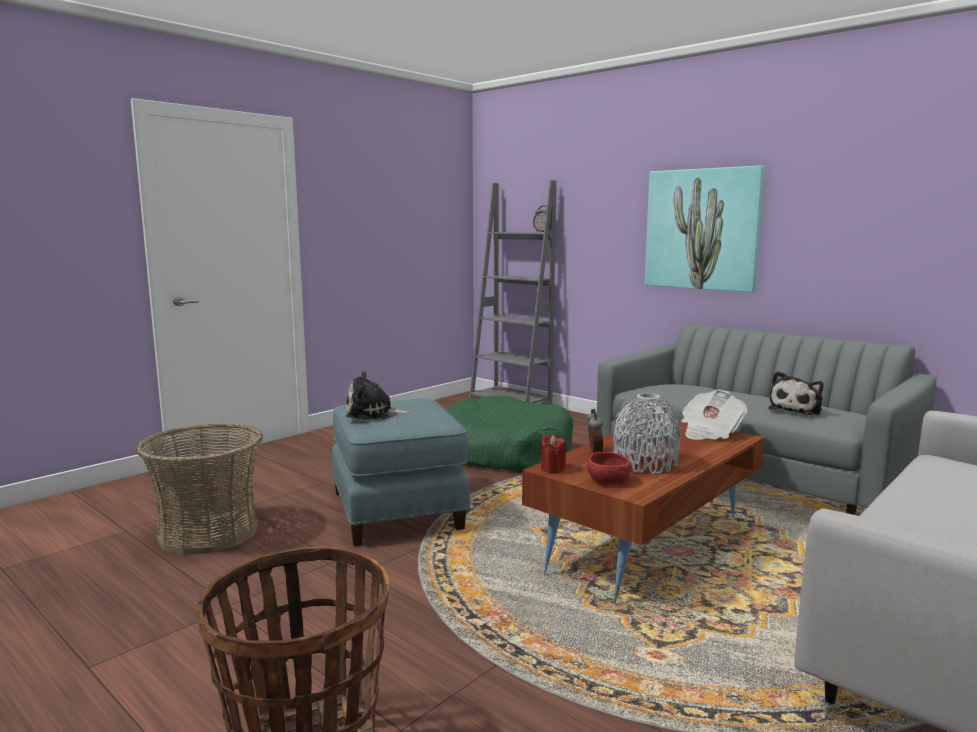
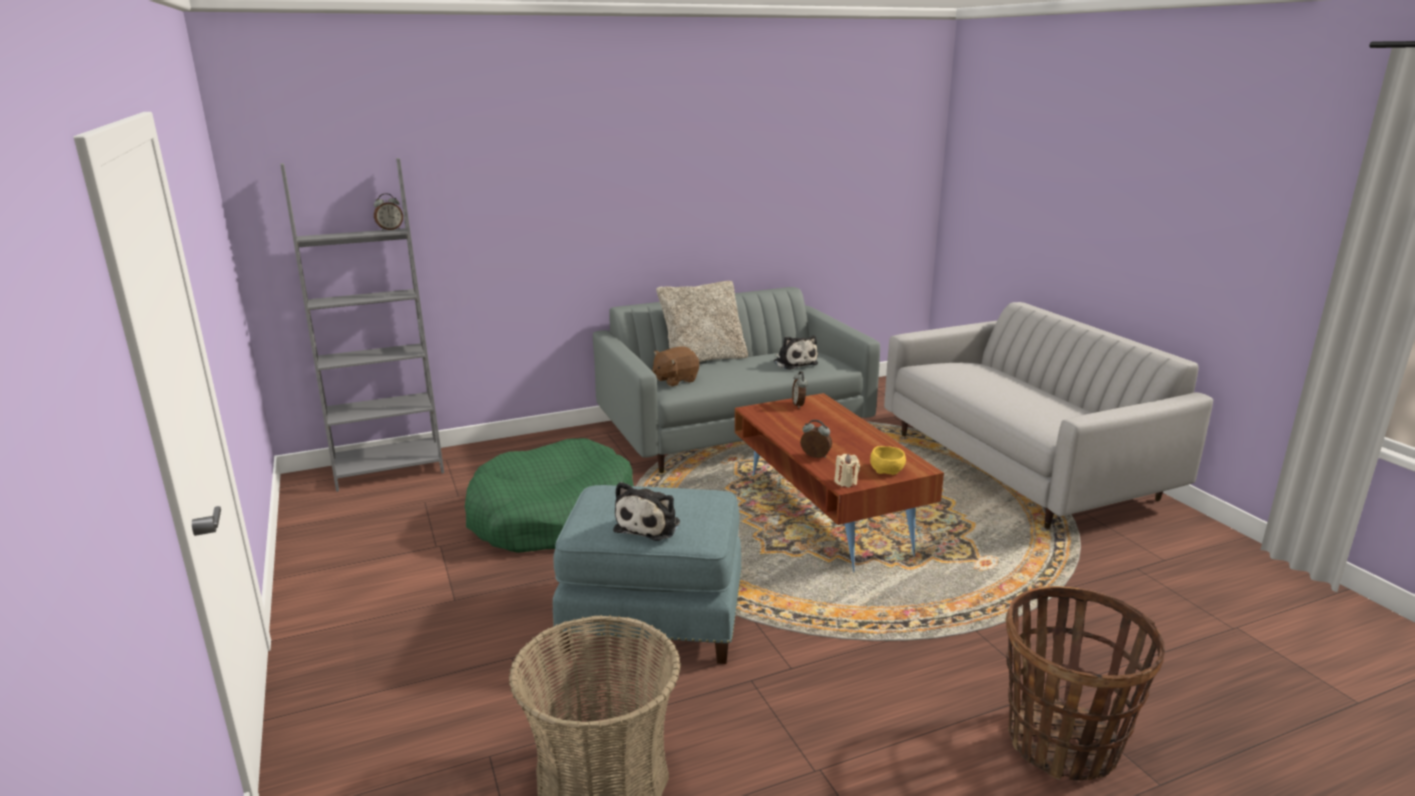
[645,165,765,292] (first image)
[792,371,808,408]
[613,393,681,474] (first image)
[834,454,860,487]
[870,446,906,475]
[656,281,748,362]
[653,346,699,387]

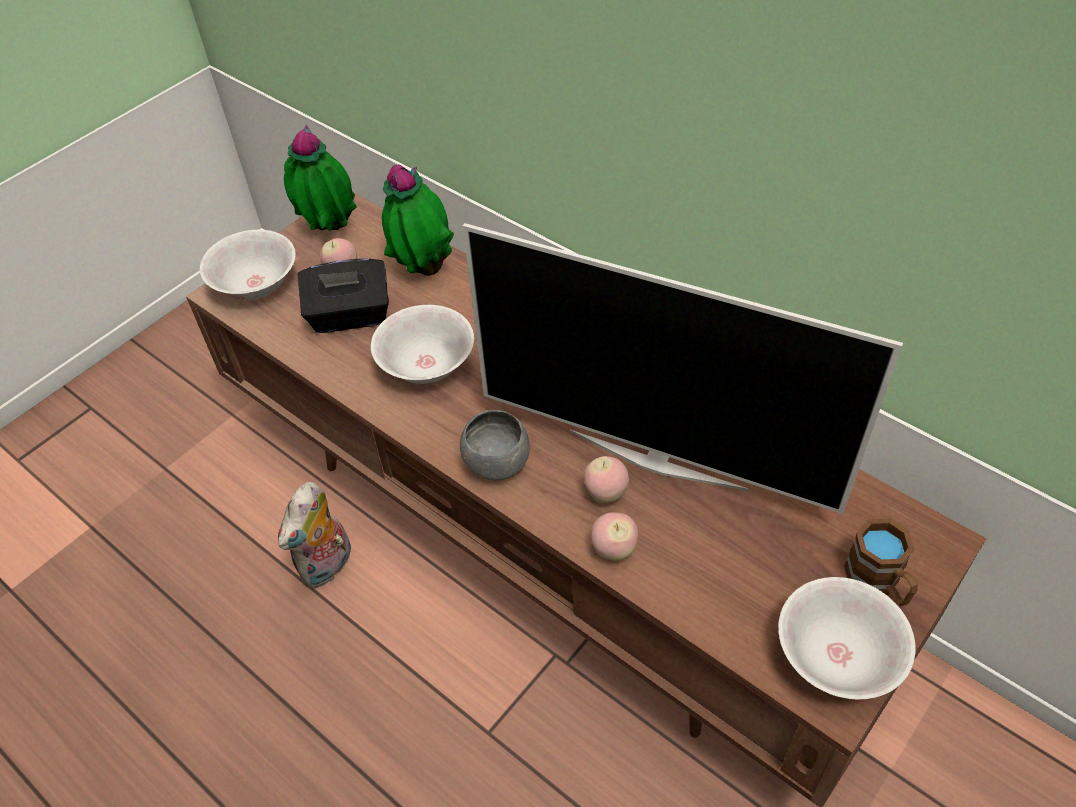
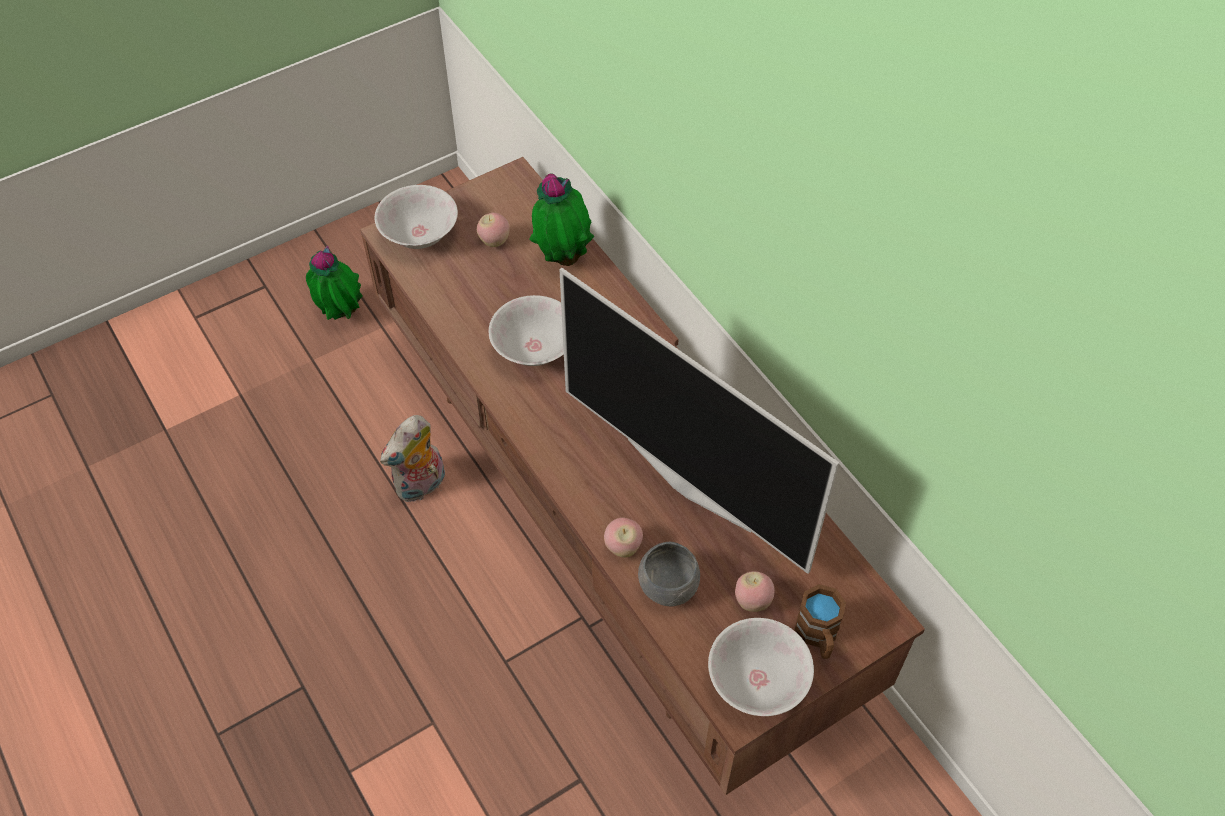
[306,245,362,320]
[297,259,389,333] (first image)
[638,542,700,606]
[735,571,775,612]

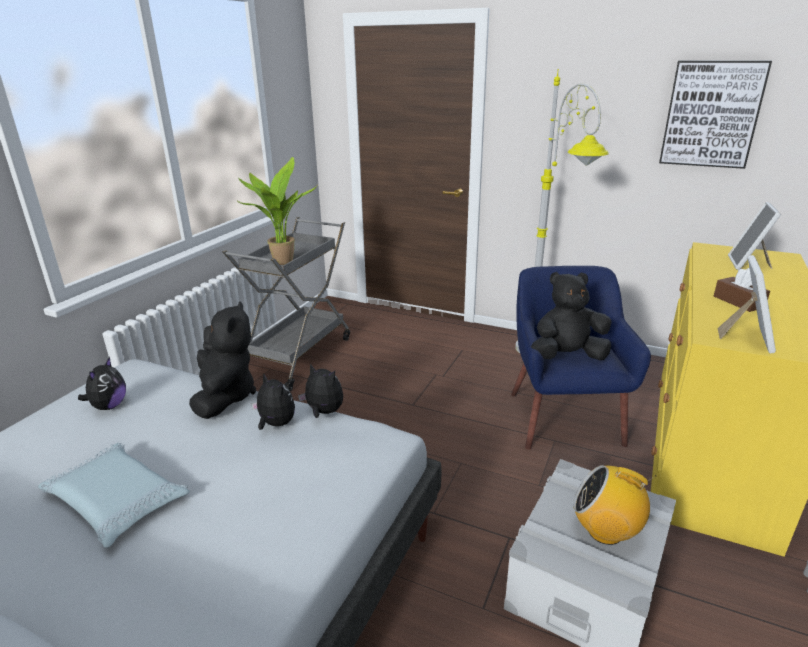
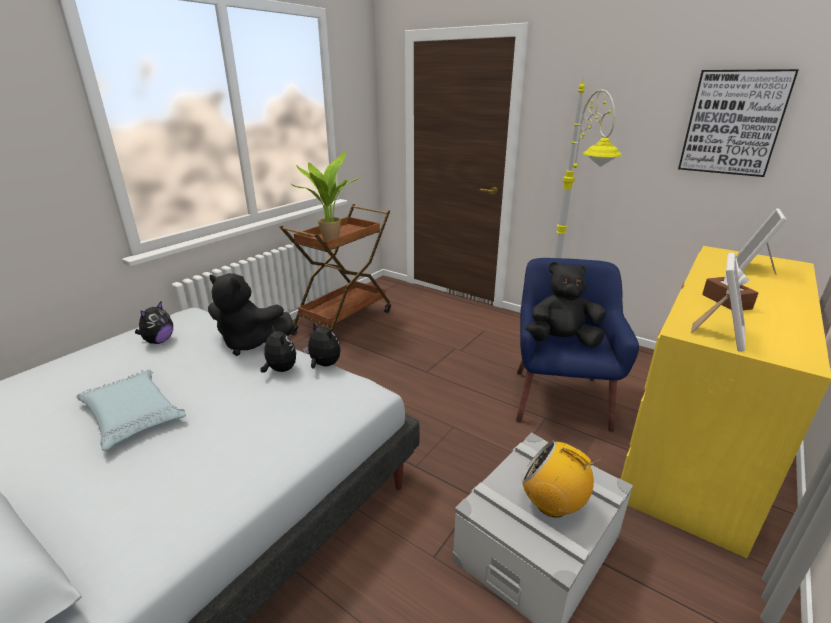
[279,204,391,335]
[208,273,294,356]

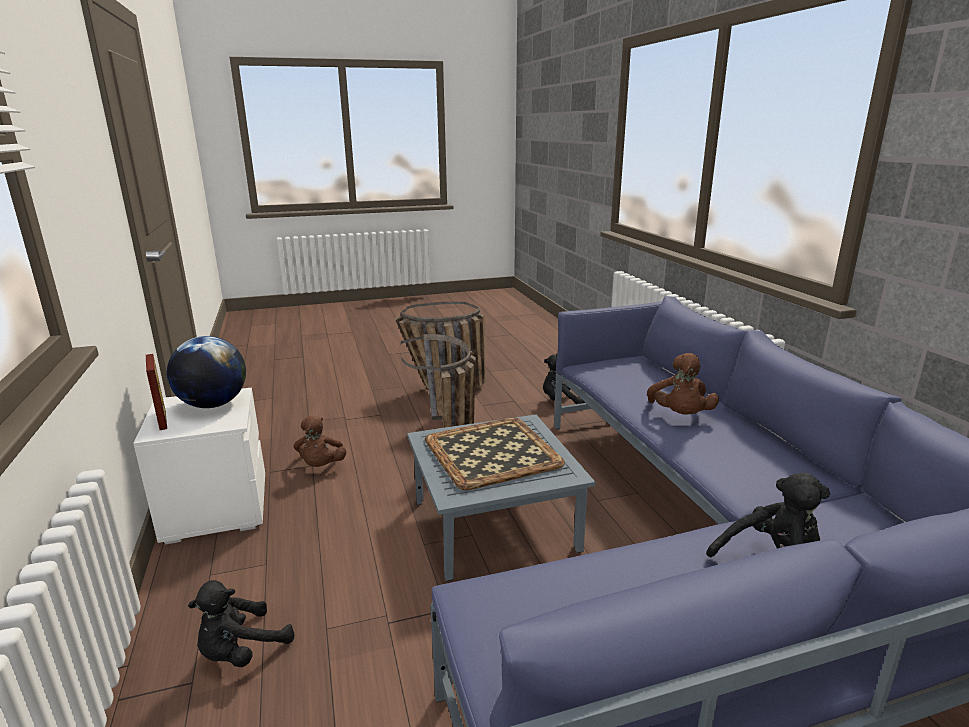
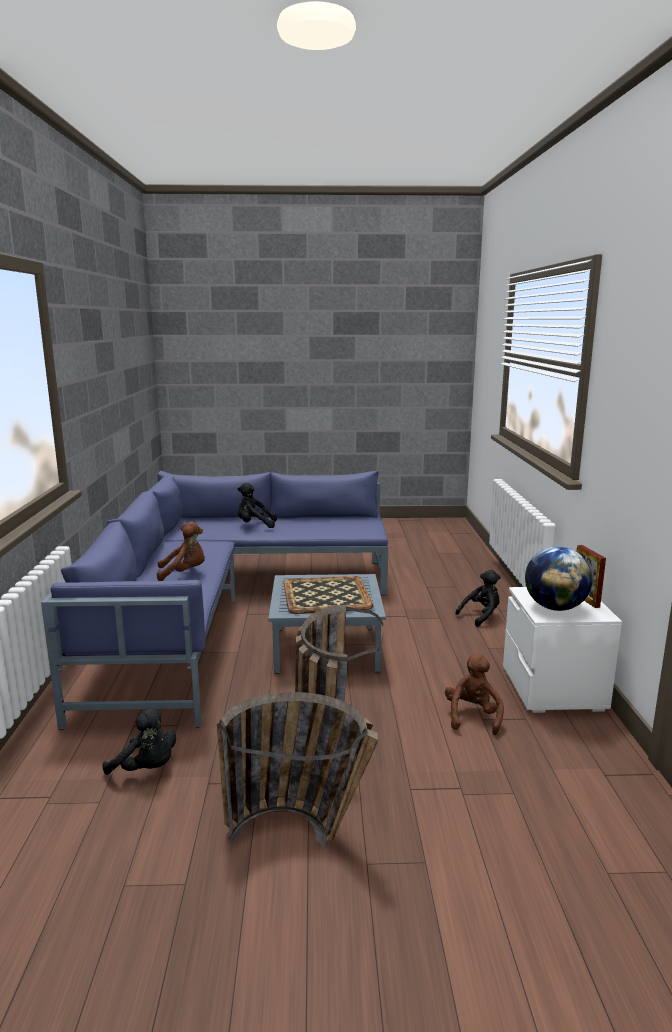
[157,521,205,581]

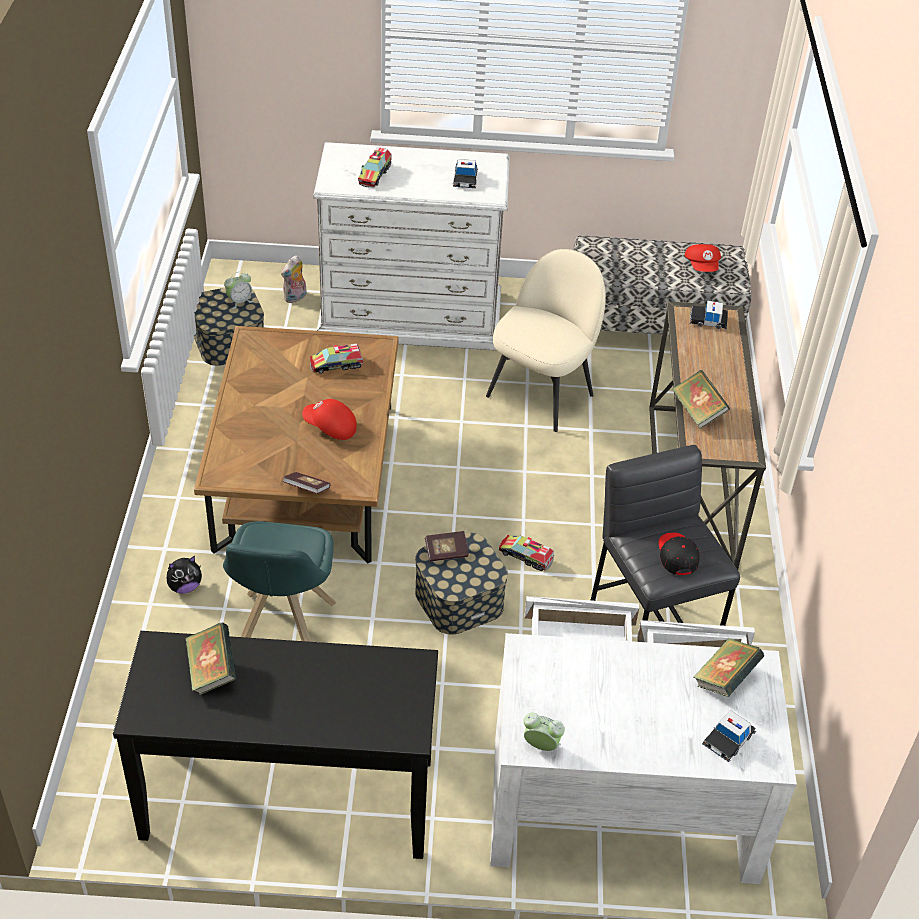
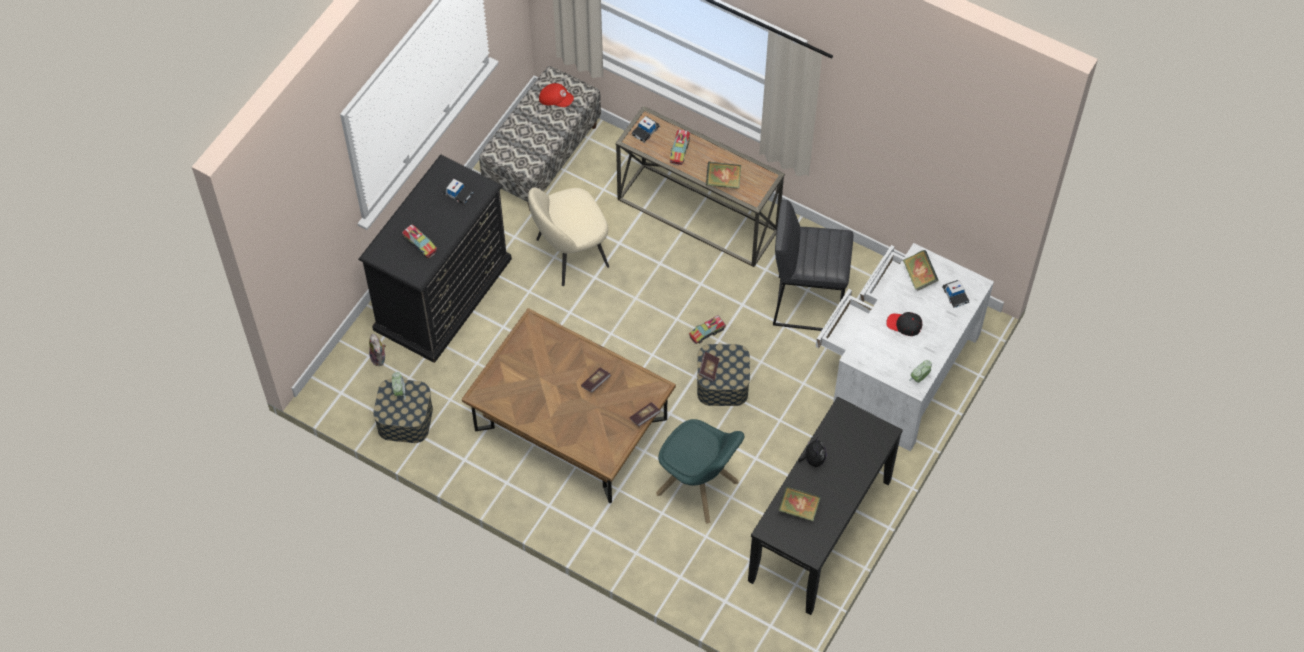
[358,154,512,363]
[528,187,609,286]
[670,129,690,165]
[581,368,611,393]
[886,312,923,336]
[798,437,827,467]

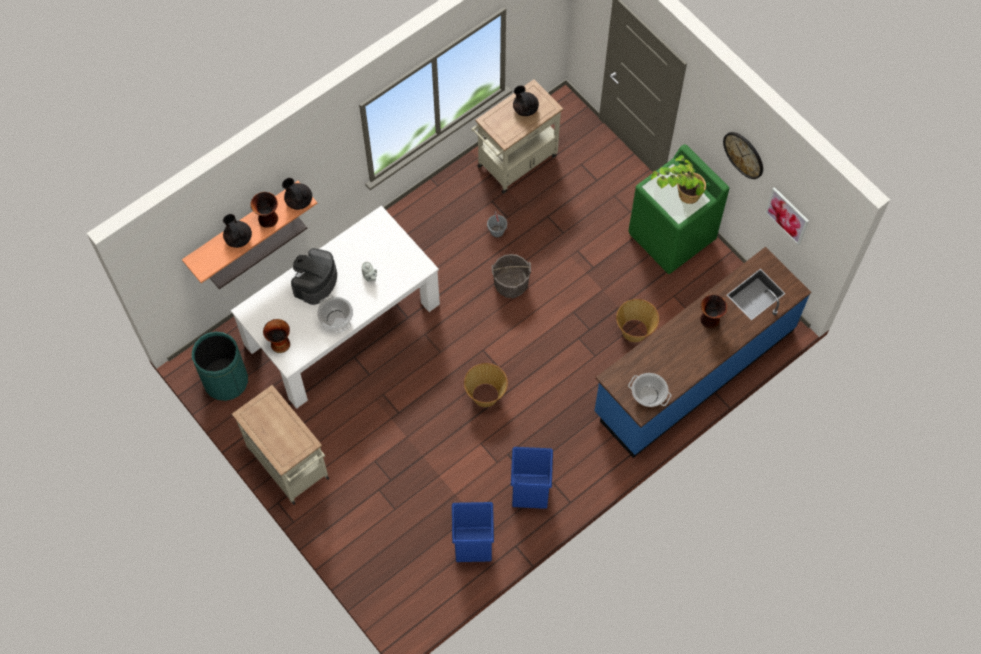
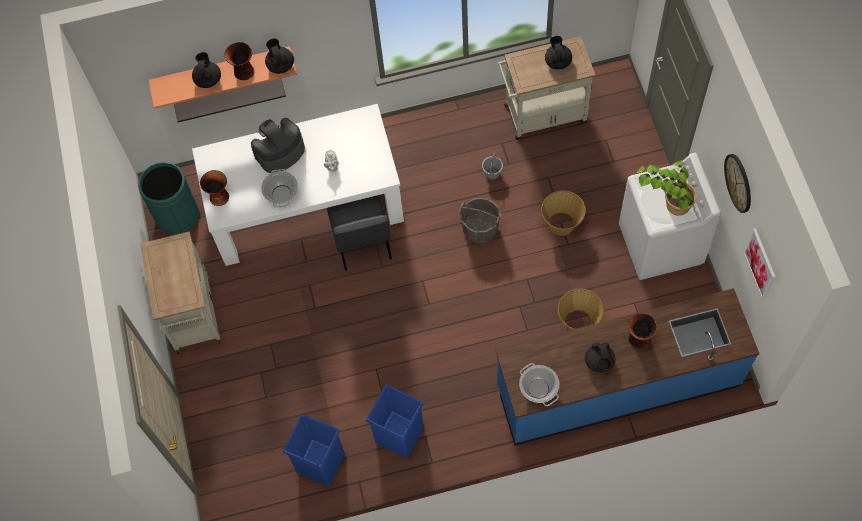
[619,153,721,280]
[541,190,586,236]
[327,195,392,271]
[585,342,615,373]

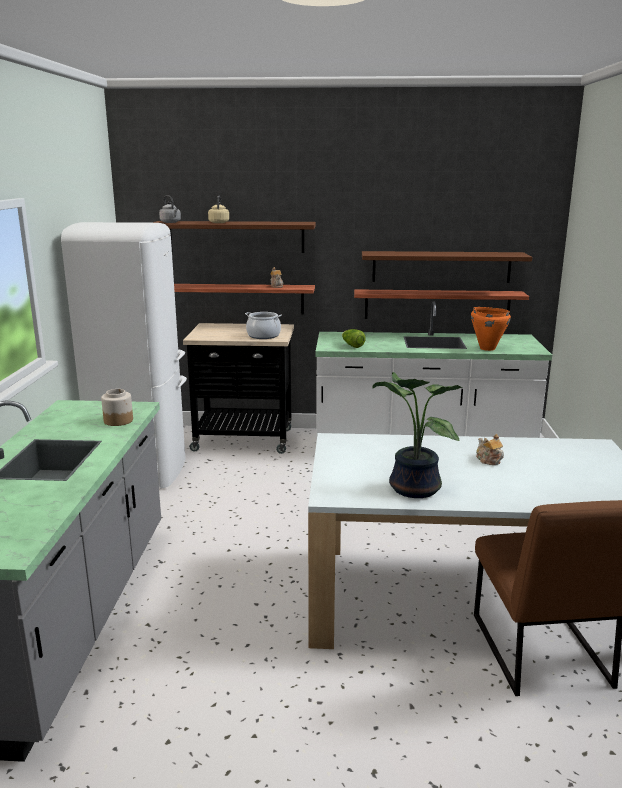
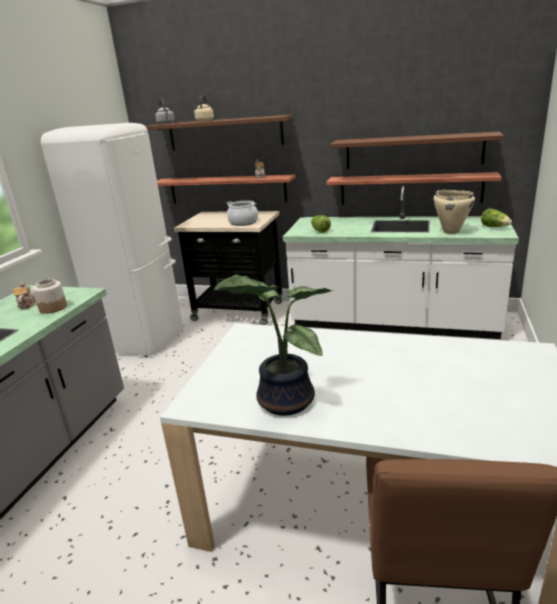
[433,190,475,234]
[13,283,36,309]
[481,208,512,227]

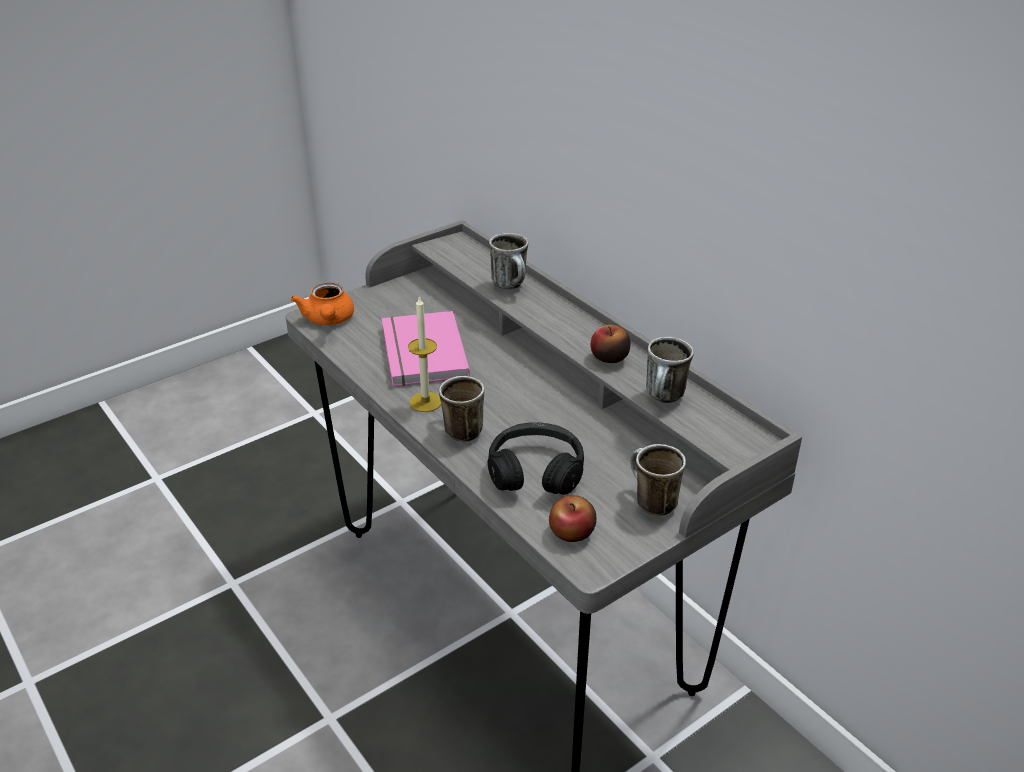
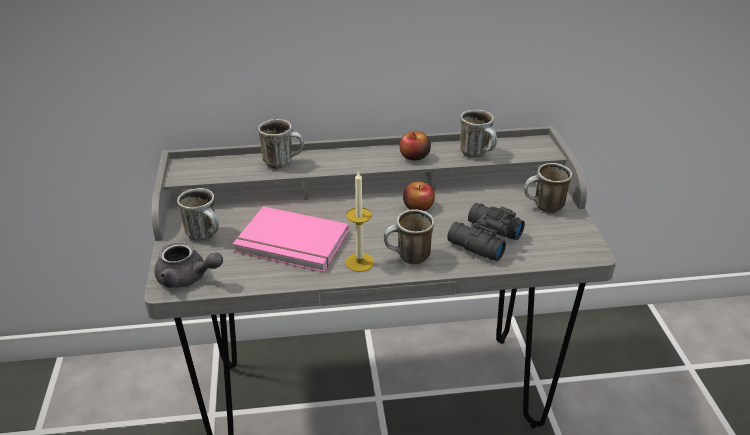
[154,242,223,288]
[447,203,525,261]
[403,181,435,211]
[177,188,219,241]

